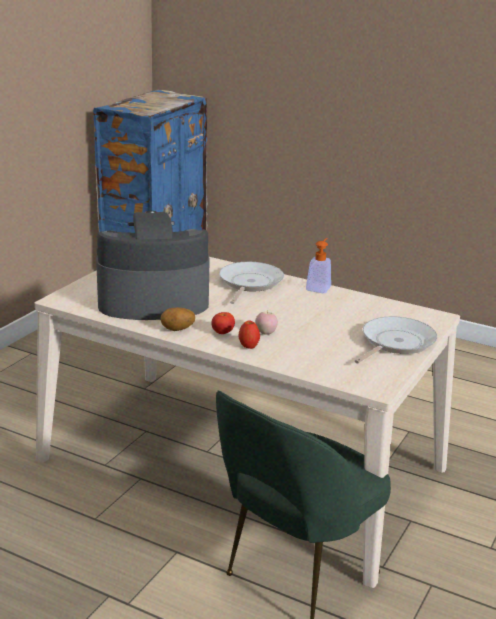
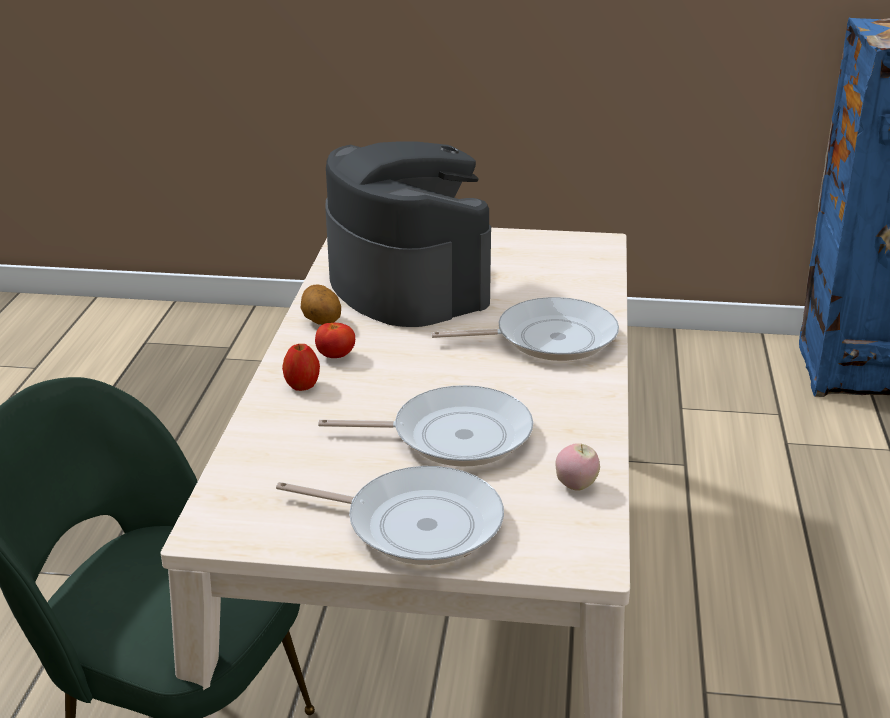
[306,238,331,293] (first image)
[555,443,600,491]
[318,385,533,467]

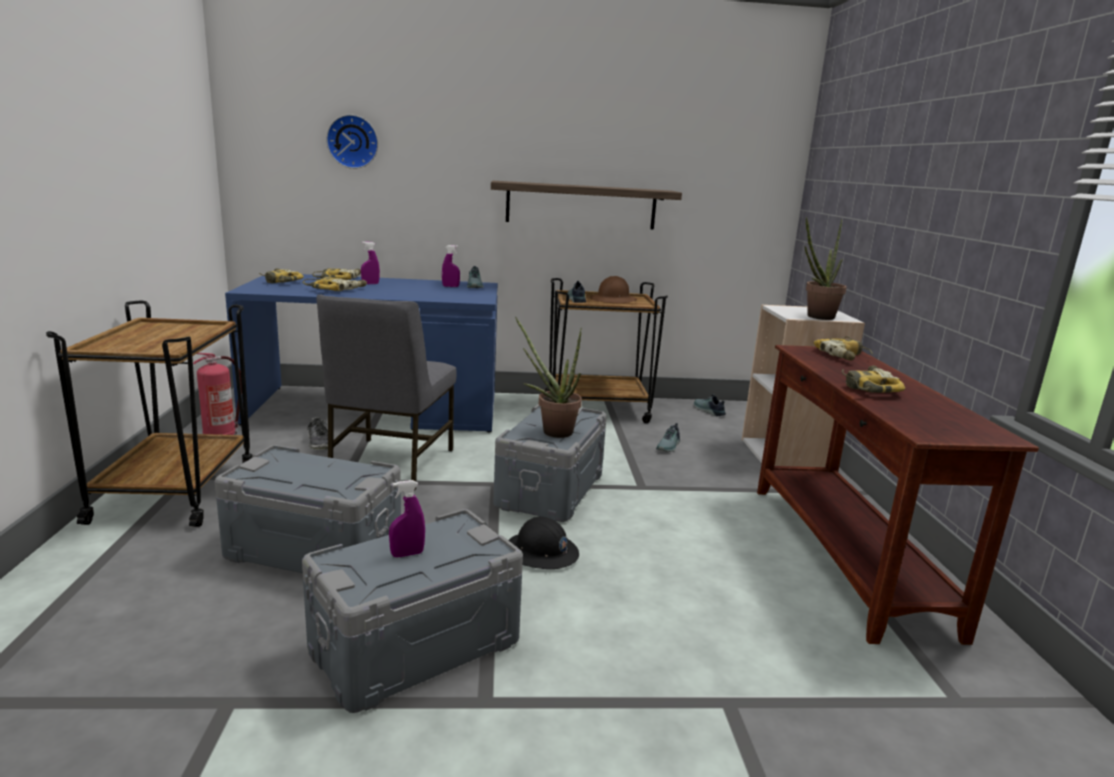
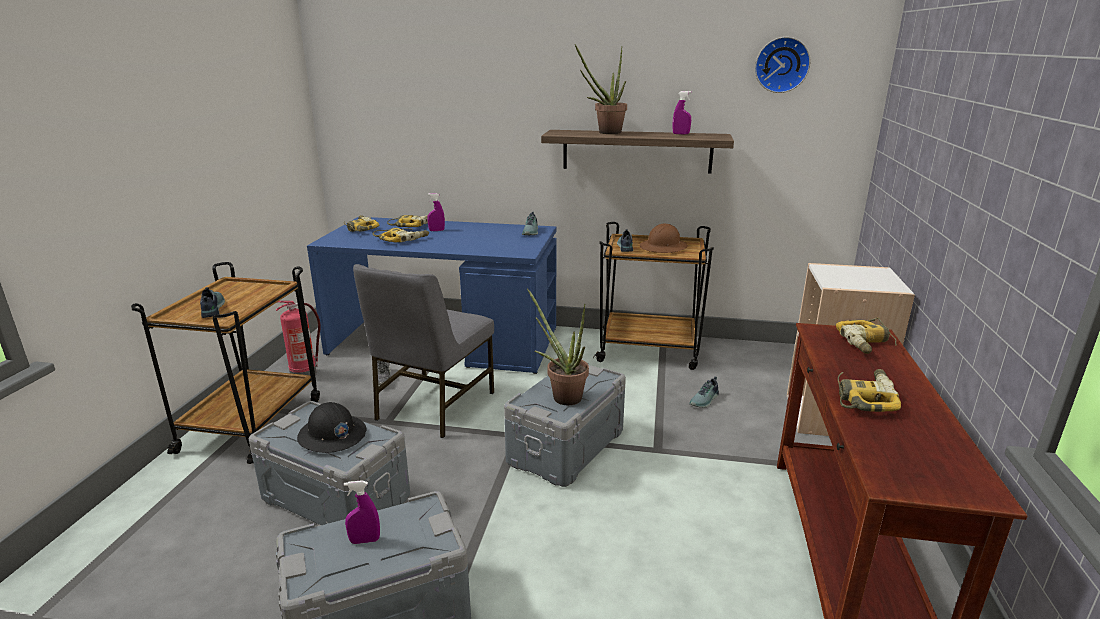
[755,37,811,93]
[575,44,627,134]
[672,91,691,134]
[200,287,225,318]
[297,402,367,453]

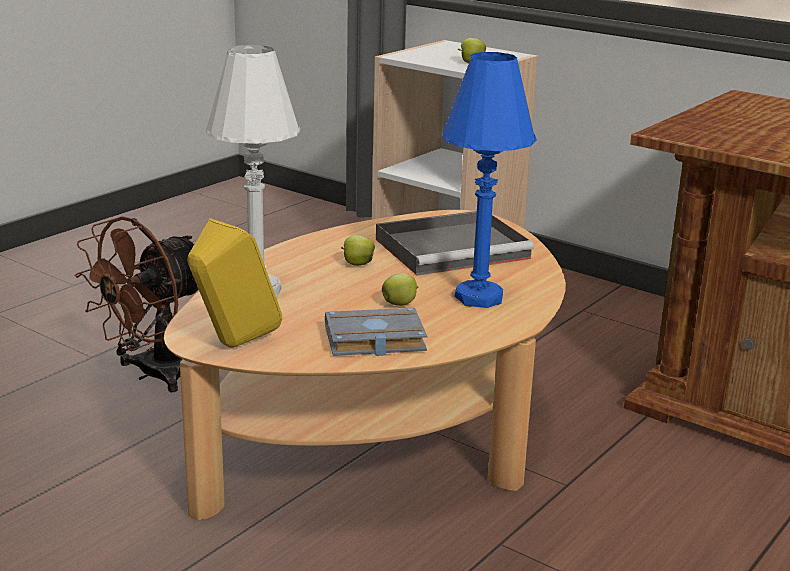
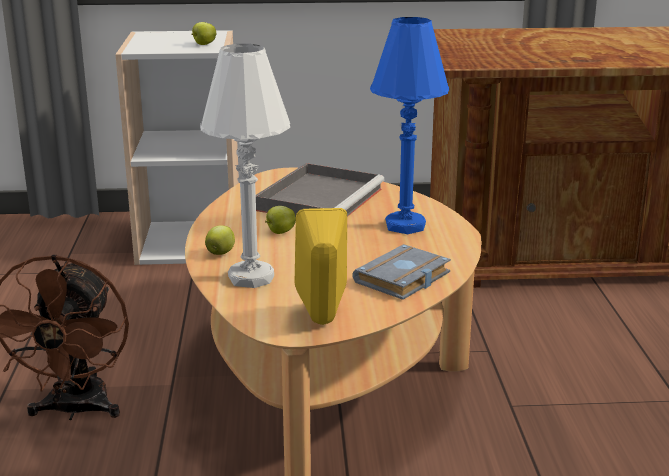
[205,225,235,255]

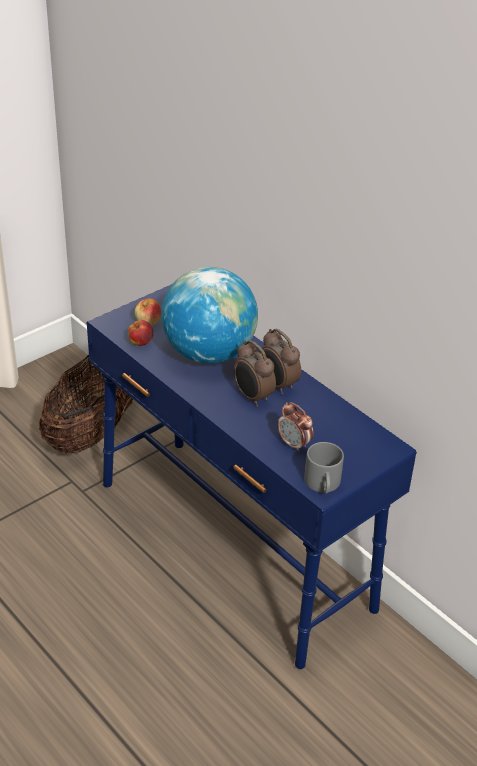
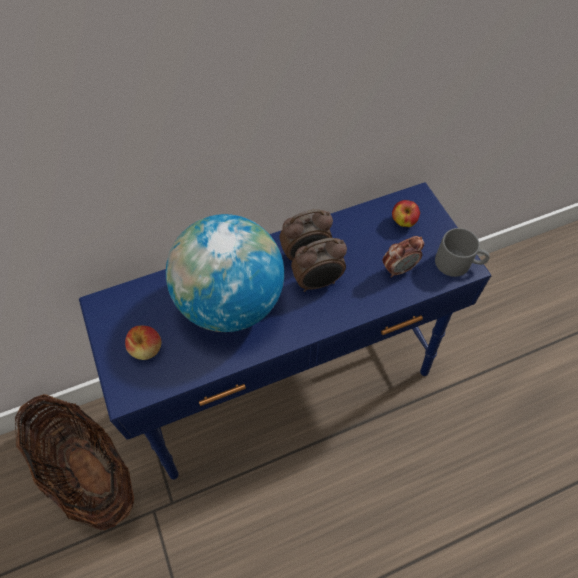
[392,200,420,227]

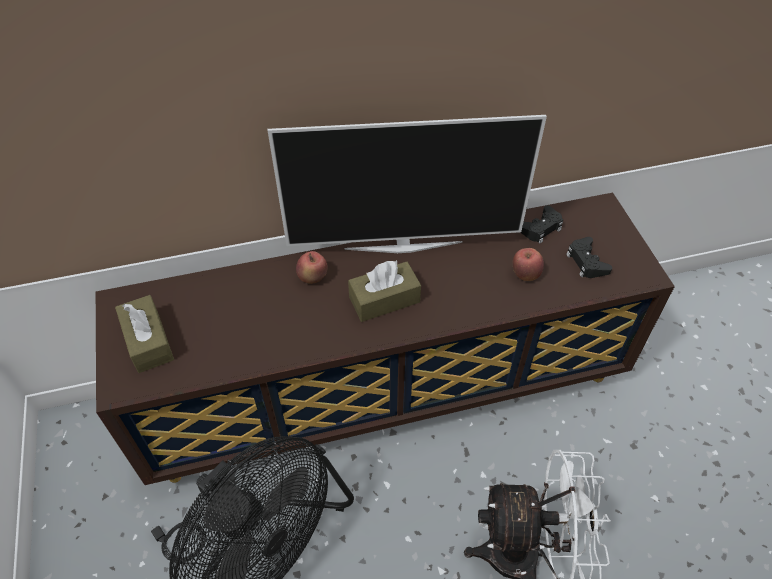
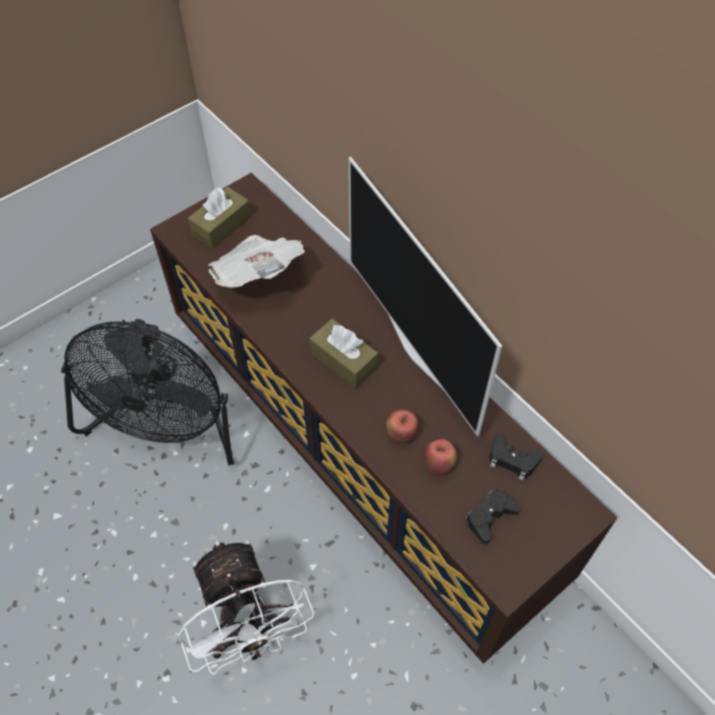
[386,409,418,443]
[208,235,305,288]

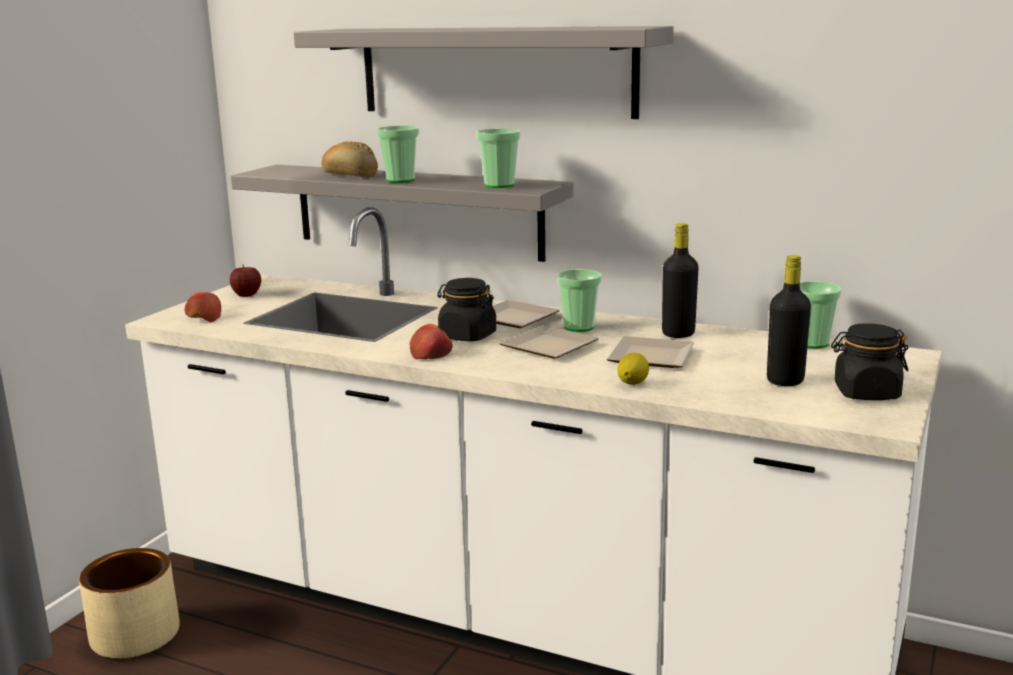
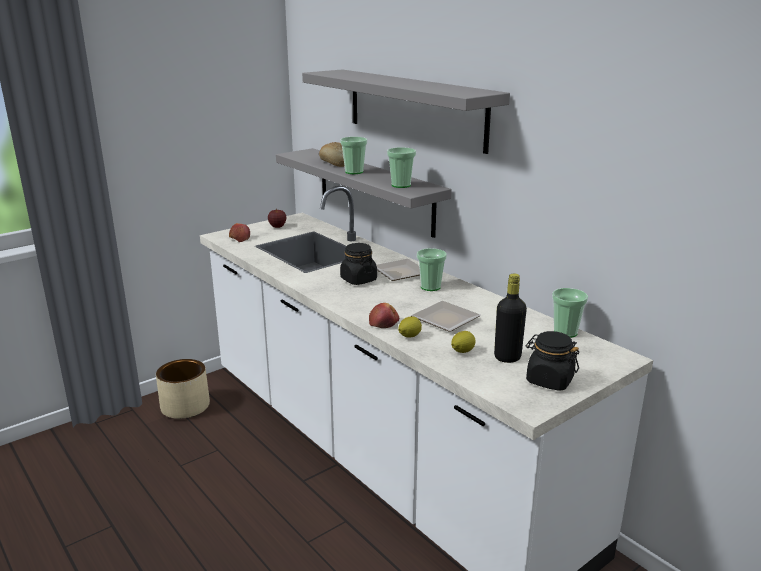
[662,223,699,338] (first image)
[369,303,399,328]
[499,325,599,358] (first image)
[451,331,476,353]

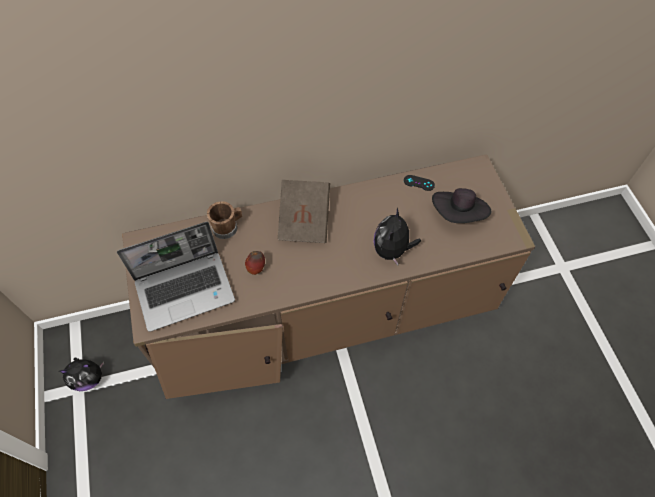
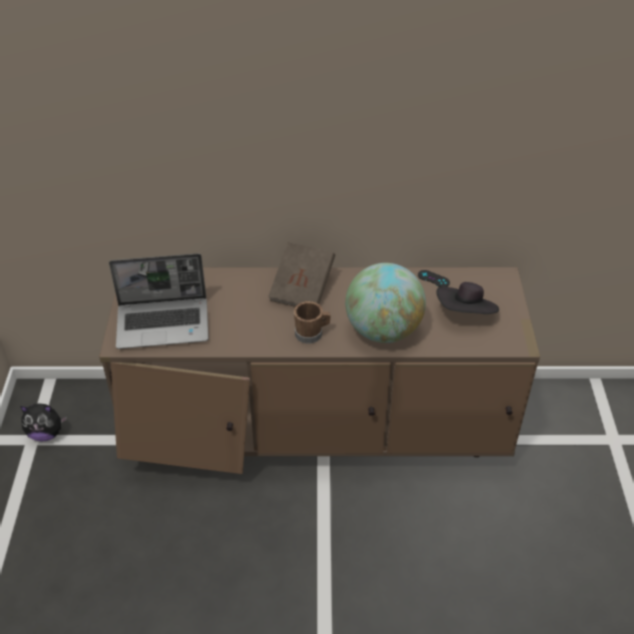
[294,301,331,343]
[345,263,426,343]
[245,251,265,275] (first image)

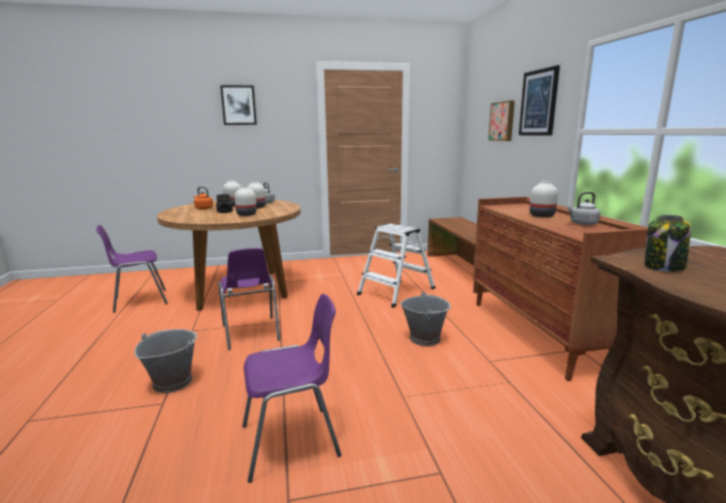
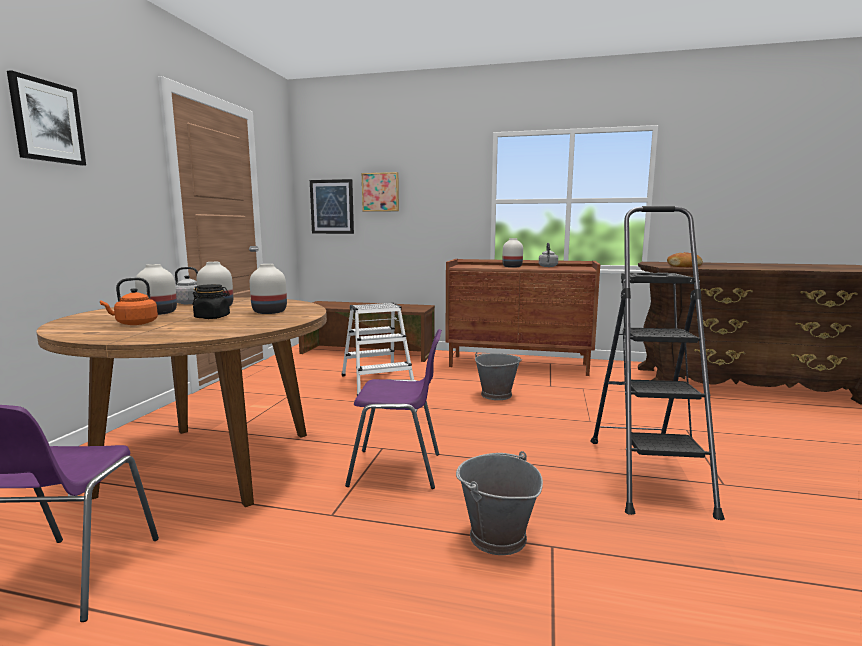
[310,179,354,234]
[667,252,703,267]
[590,206,725,520]

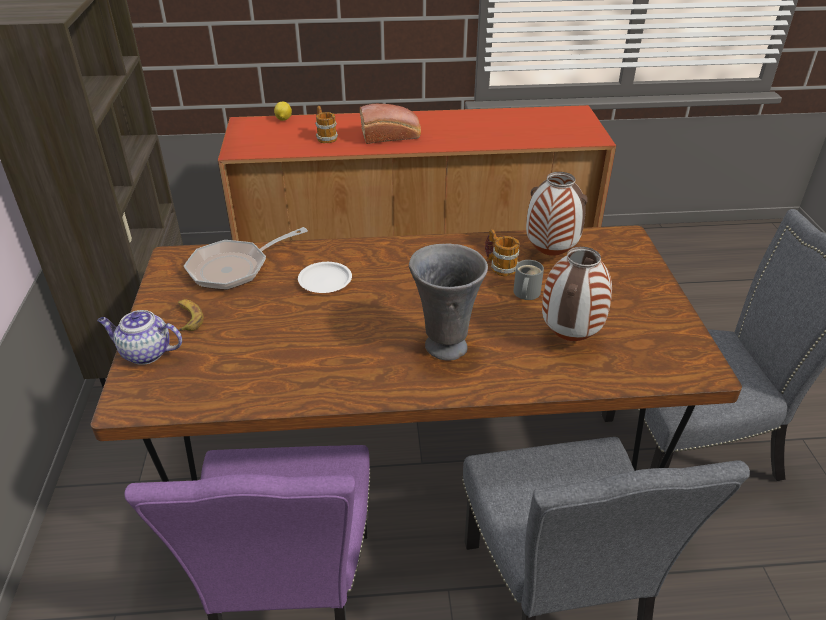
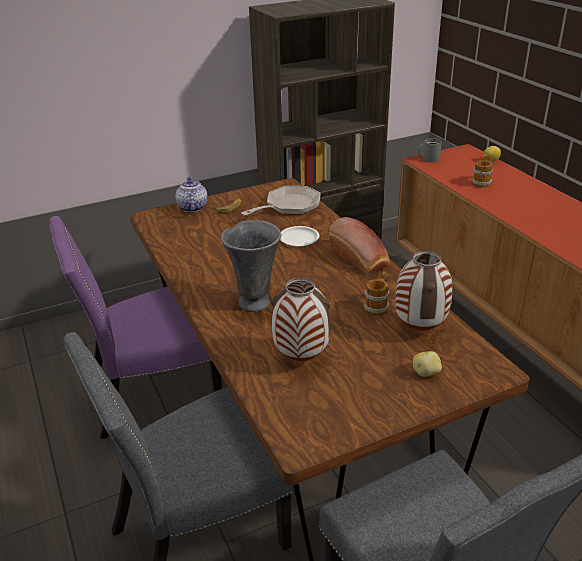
[329,217,390,274]
[241,186,320,215]
[418,138,442,162]
[413,351,442,377]

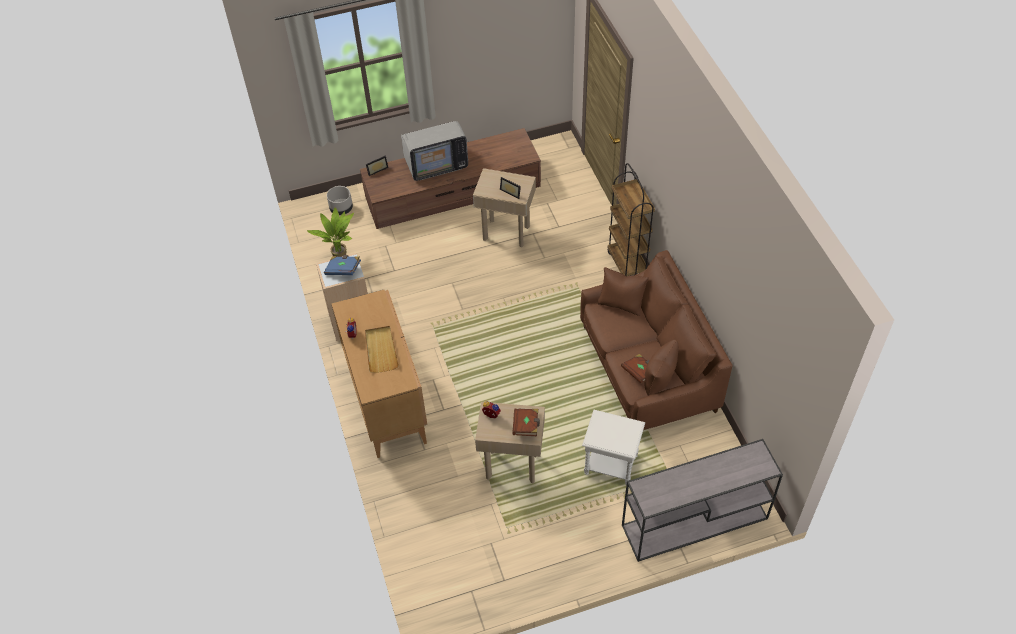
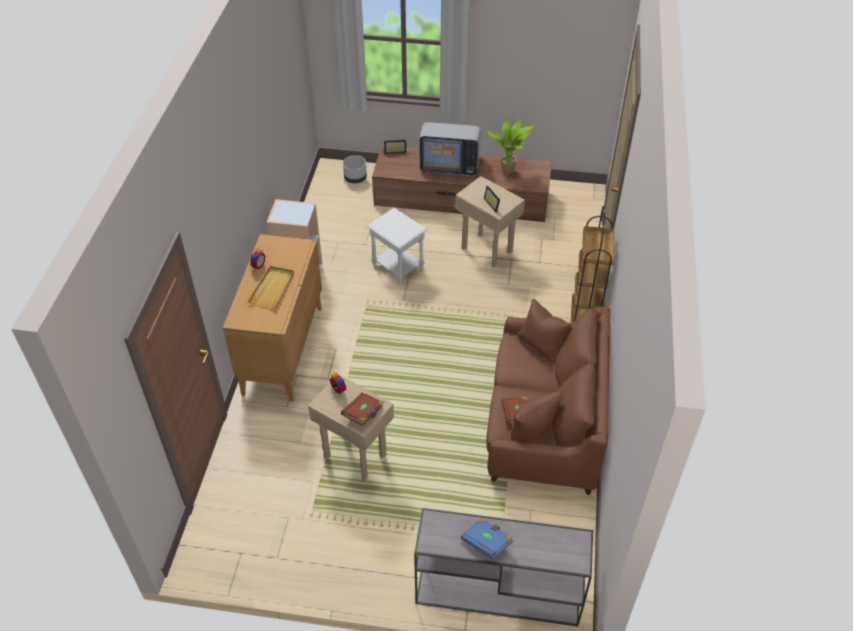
[486,118,535,174]
[461,518,513,560]
[366,207,428,284]

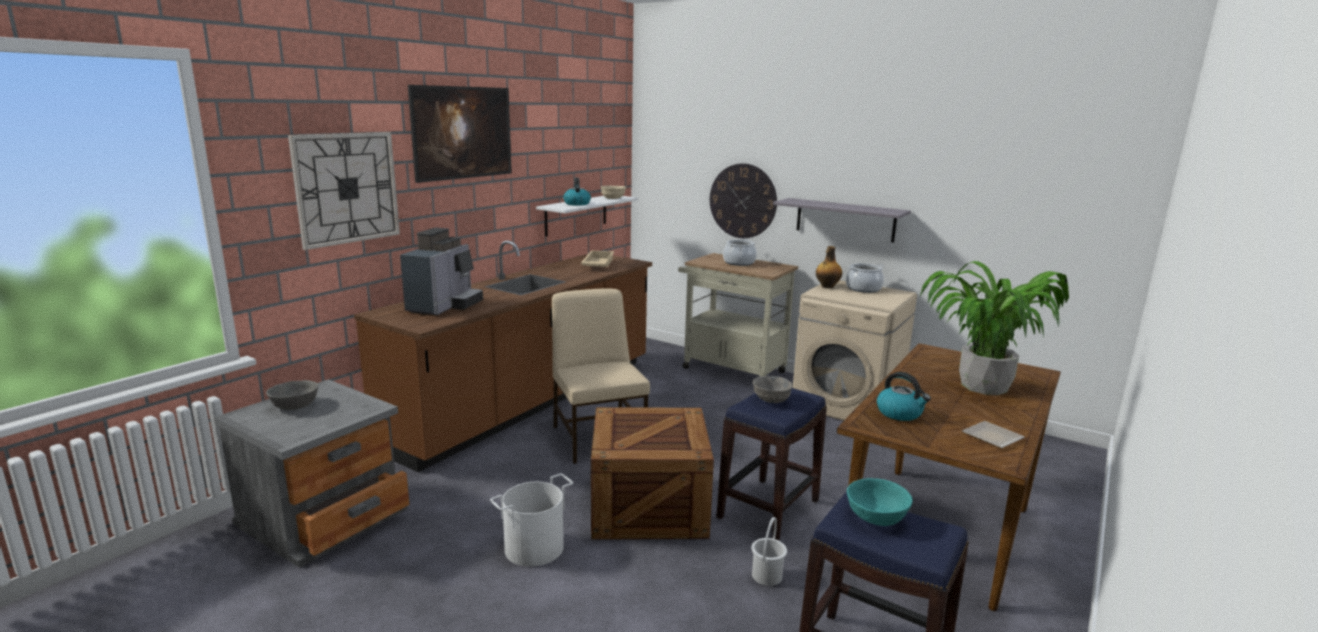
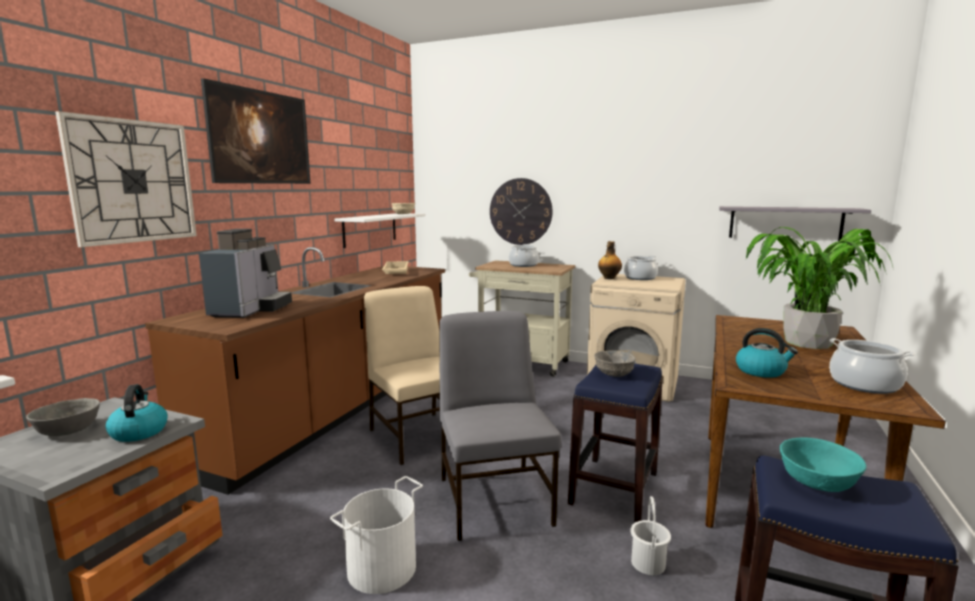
[105,384,168,442]
[719,206,871,241]
[439,311,561,541]
[829,338,915,394]

